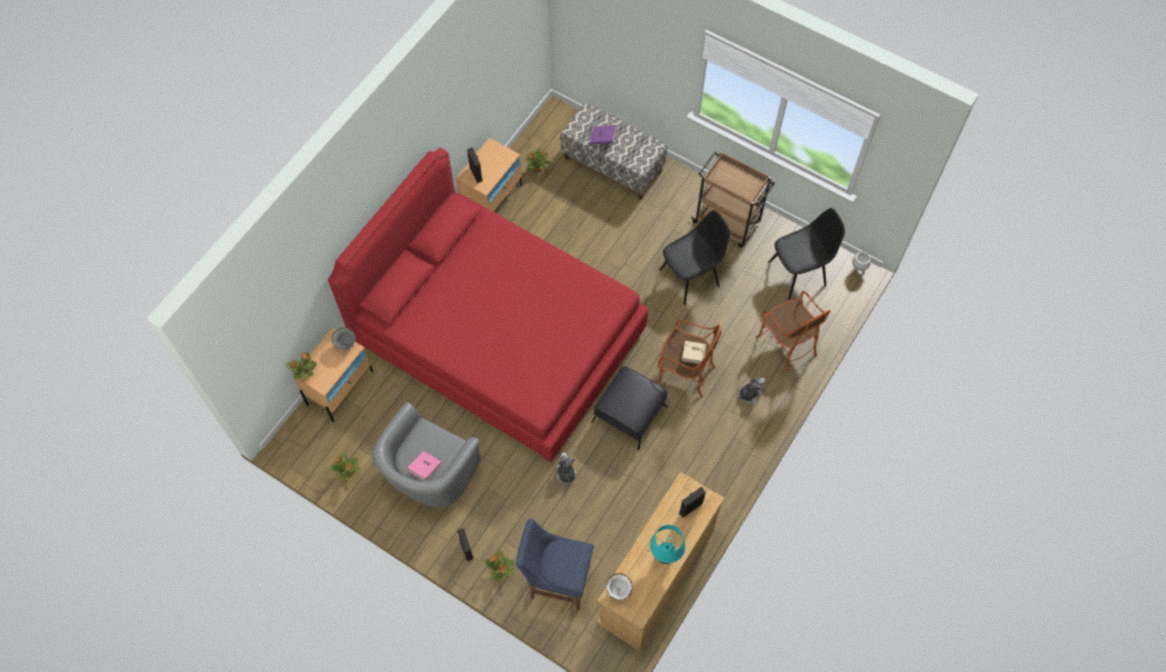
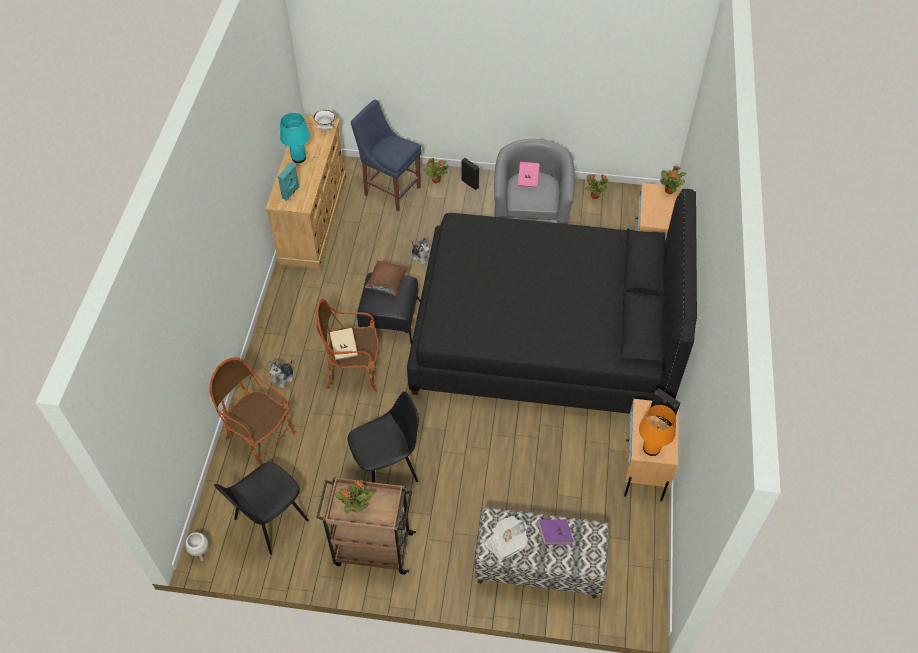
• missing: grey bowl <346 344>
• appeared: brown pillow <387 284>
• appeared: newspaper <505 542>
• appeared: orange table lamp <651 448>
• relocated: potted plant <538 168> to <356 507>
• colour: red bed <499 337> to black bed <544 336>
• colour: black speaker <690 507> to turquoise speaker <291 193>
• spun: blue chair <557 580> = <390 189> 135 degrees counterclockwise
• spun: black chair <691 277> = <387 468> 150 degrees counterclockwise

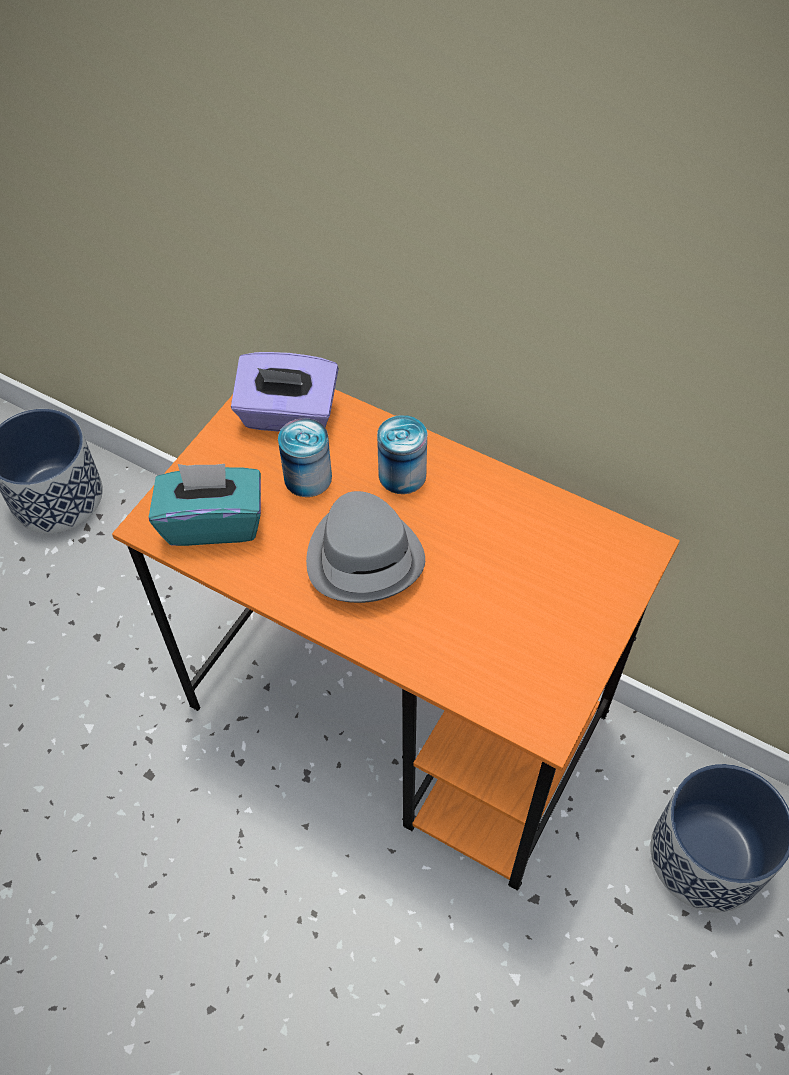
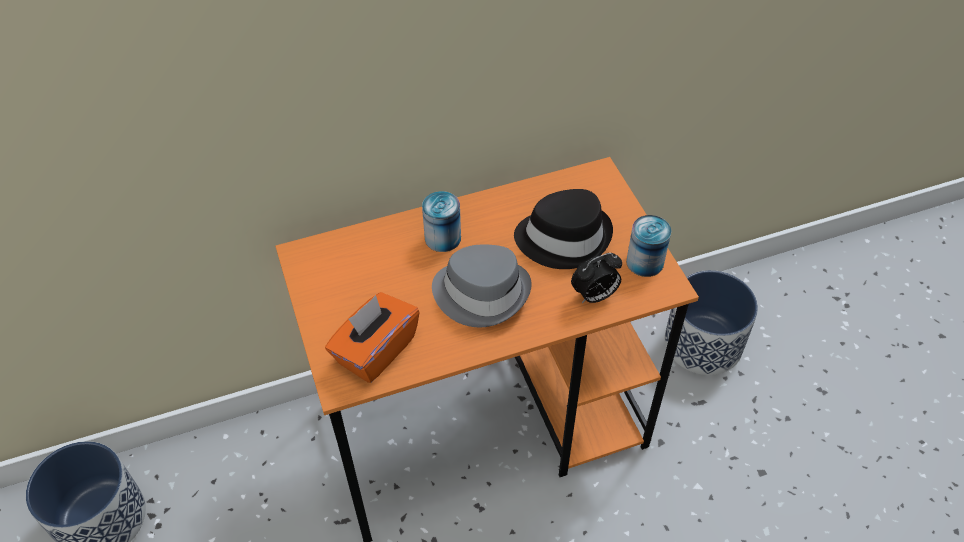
• missing: purple tissue box <288 415>
• appeared: black hat <563 237>
• appeared: alarm clock <594 296>
• relocated: can <308 477> to <645 262>
• colour: turquoise tissue box <213 522> to orange tissue box <375 350>

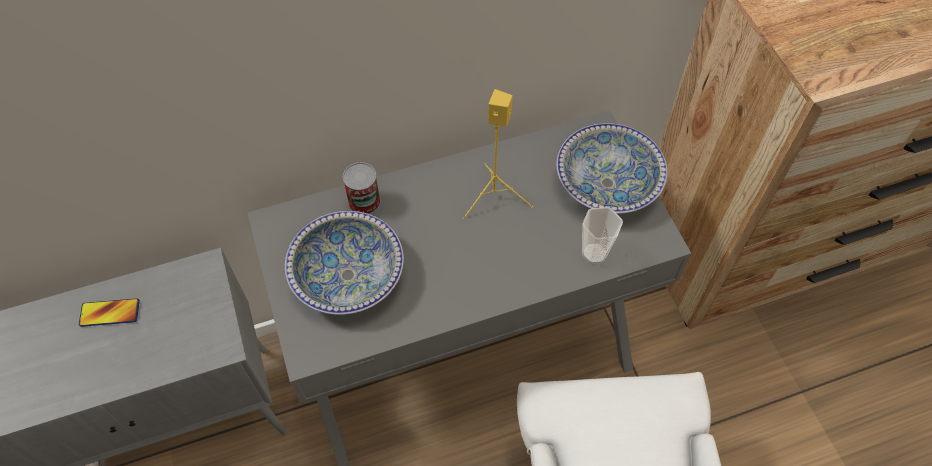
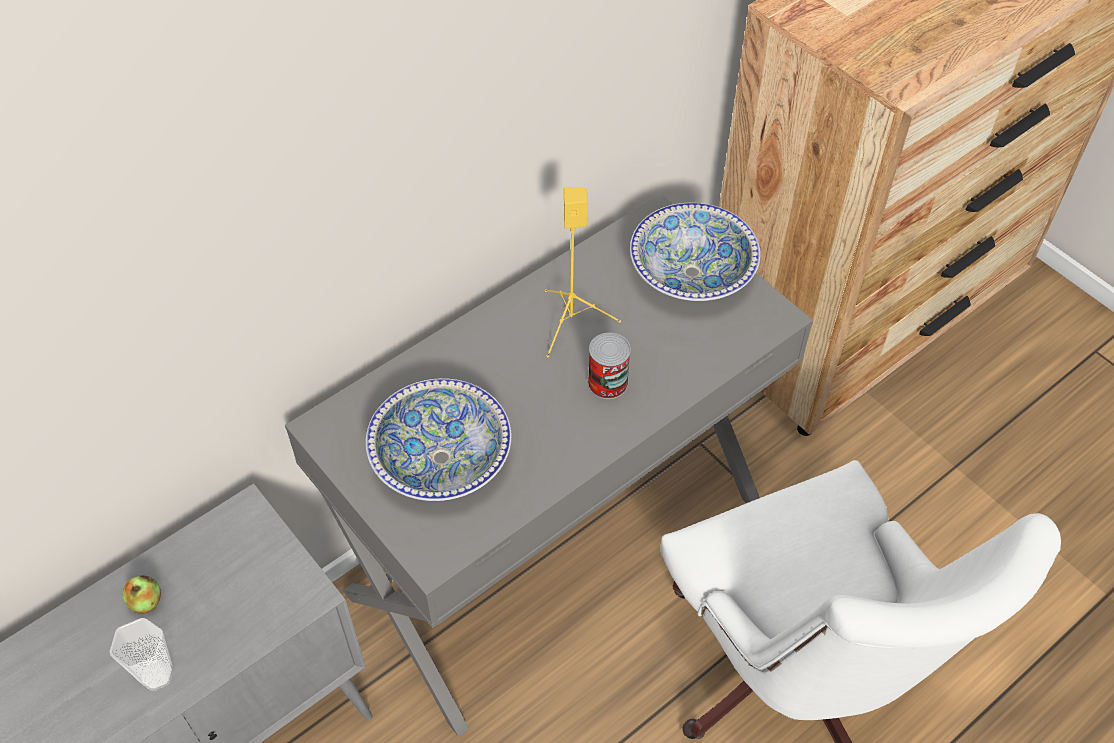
• relocated: can <364 201> to <607 382>
• relocated: cup <594 253> to <157 675>
• exchanged: phone <110 313> to apple <146 602>

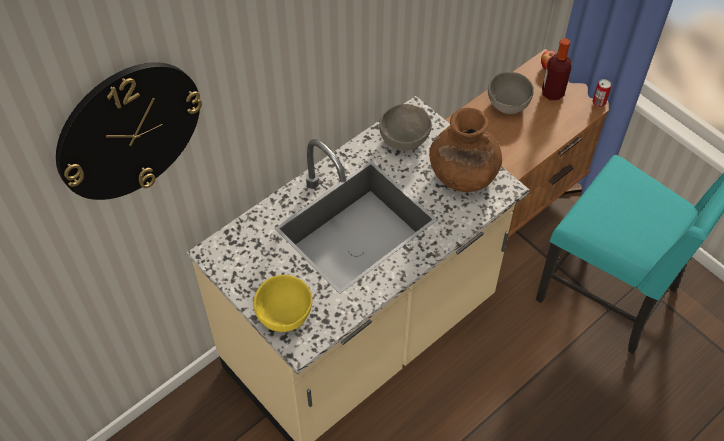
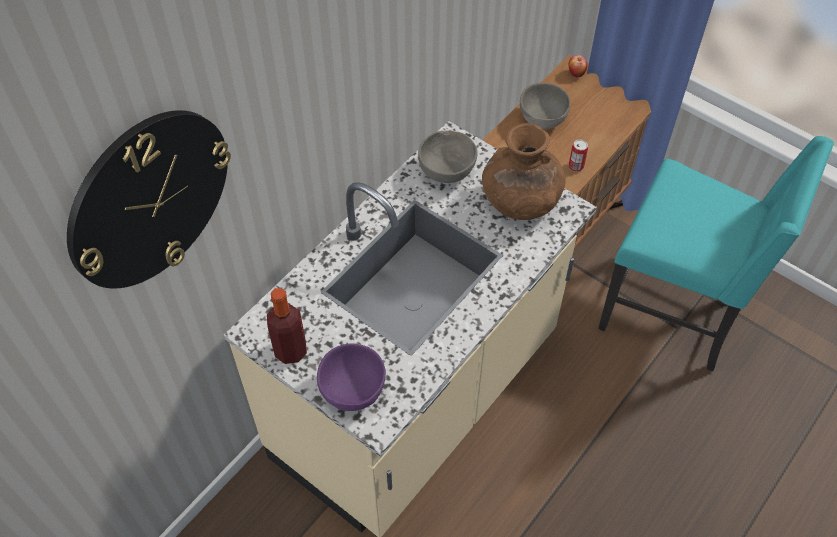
• relocated: bottle <552 93> to <290 350>
• relocated: can <599 102> to <576 166>
• colour: yellow bowl <283 315> to purple bowl <352 391>

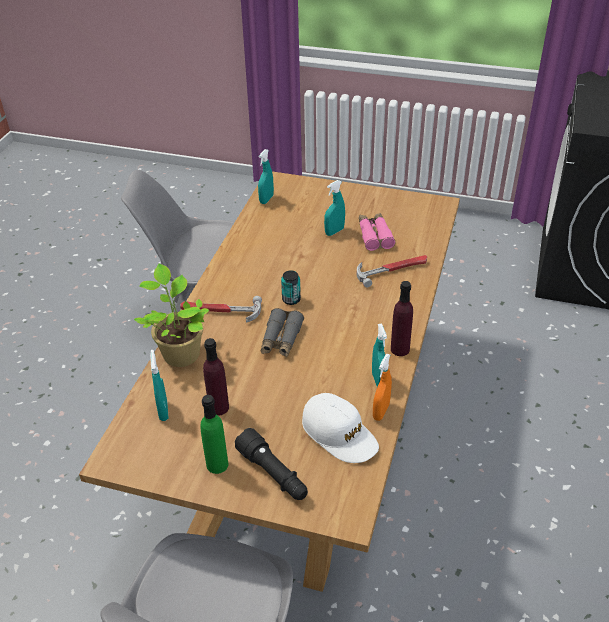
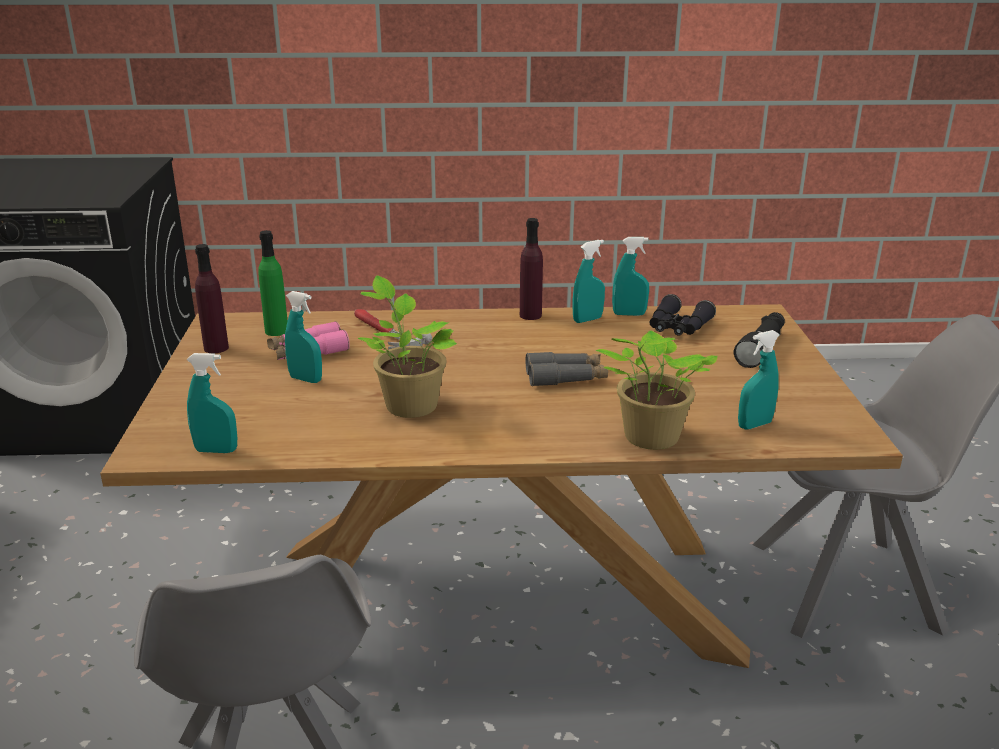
• missing: hammer <220 311>
• missing: can <291 299>
• appeared: potted plant <409 404>
• relocated: green bottle <217 464> to <276 331>
• relocated: purple bottle <218 407> to <216 348>
• exchanged: white cap <339 434> to black binoculars <678 327>
• colour: orange spray bottle <381 411> to turquoise spray bottle <629 314>

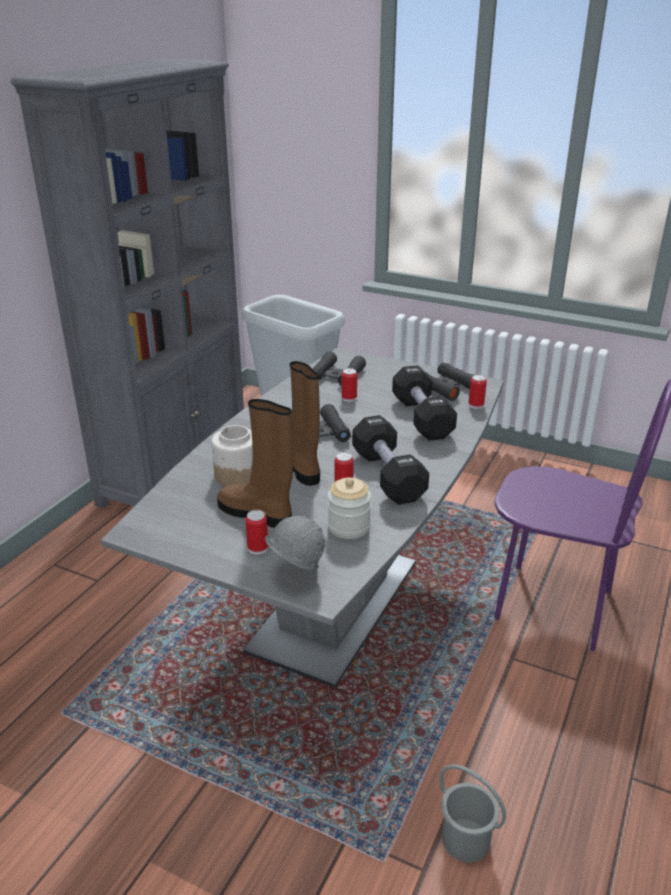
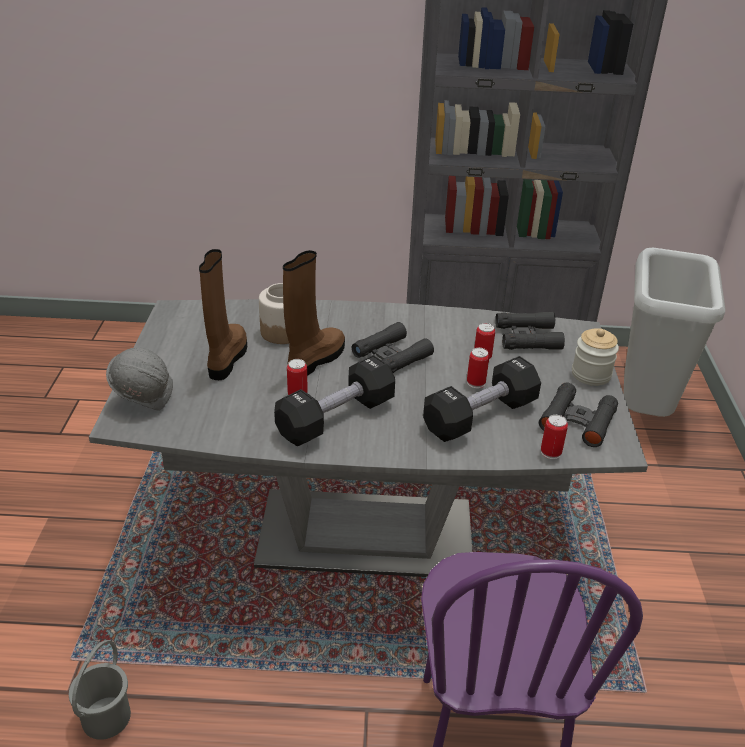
• relocated: can <257 548> to <476 383>
• relocated: jar <349 527> to <591 374>

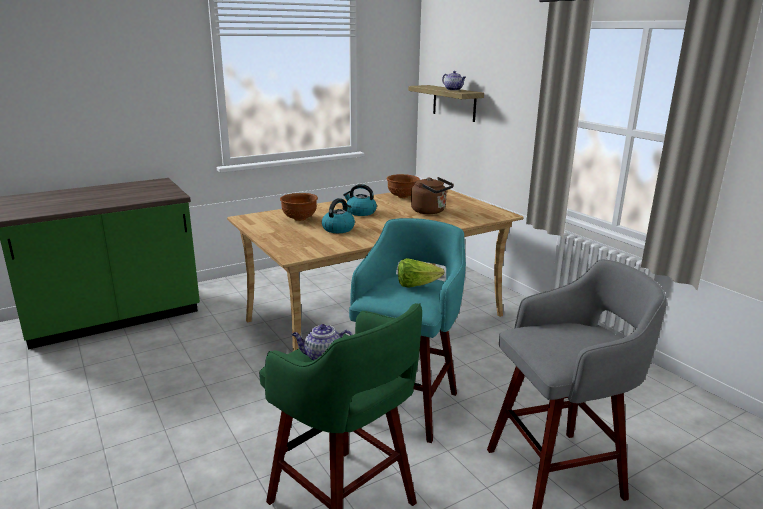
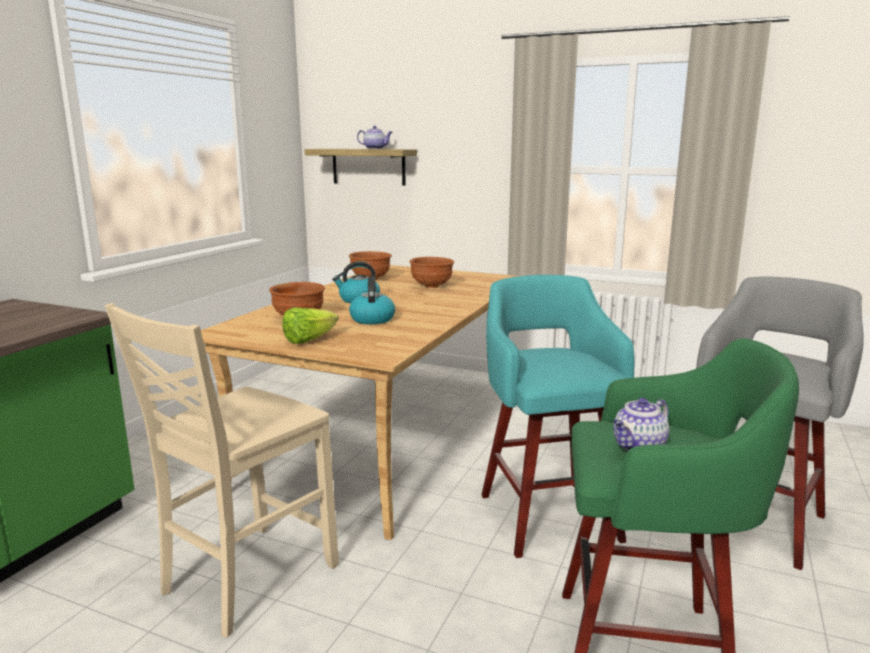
• appeared: beige chair <245 579>
• relocated: lettuce <416 285> to <309 340>
• exchanged: brown kettle <430 211> to brown bowl <432 286>

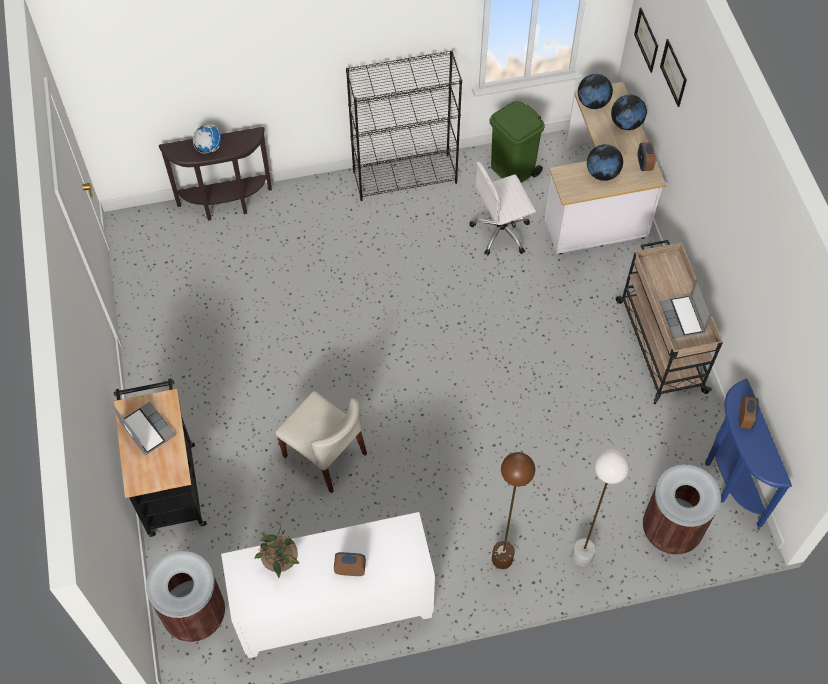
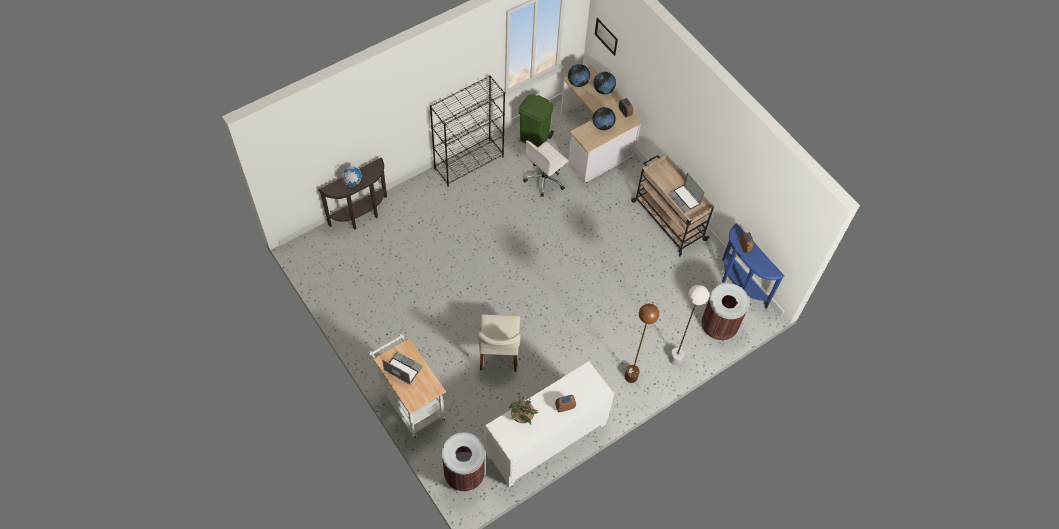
• missing: picture <673 72>
• colour: black cart <170 483> to white cart <411 402>
• spun: beige chair <325 455> = <499 352> 75 degrees clockwise

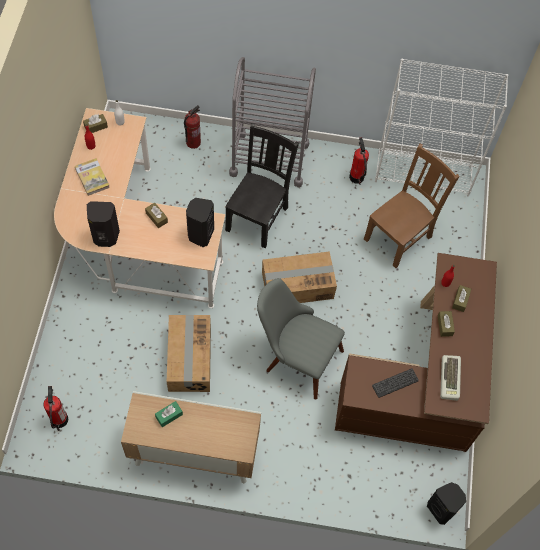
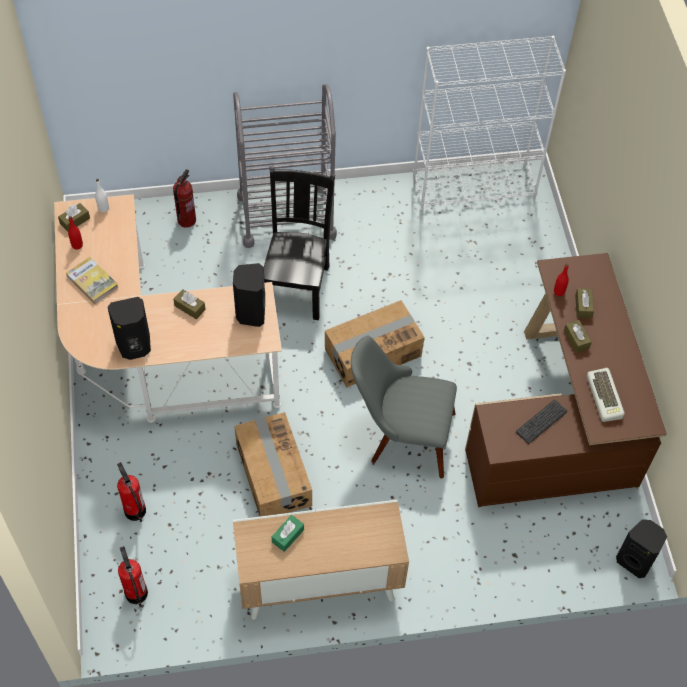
• missing: brown chair <399 237>
• relocated: fire extinguisher <356 177> to <135 511>

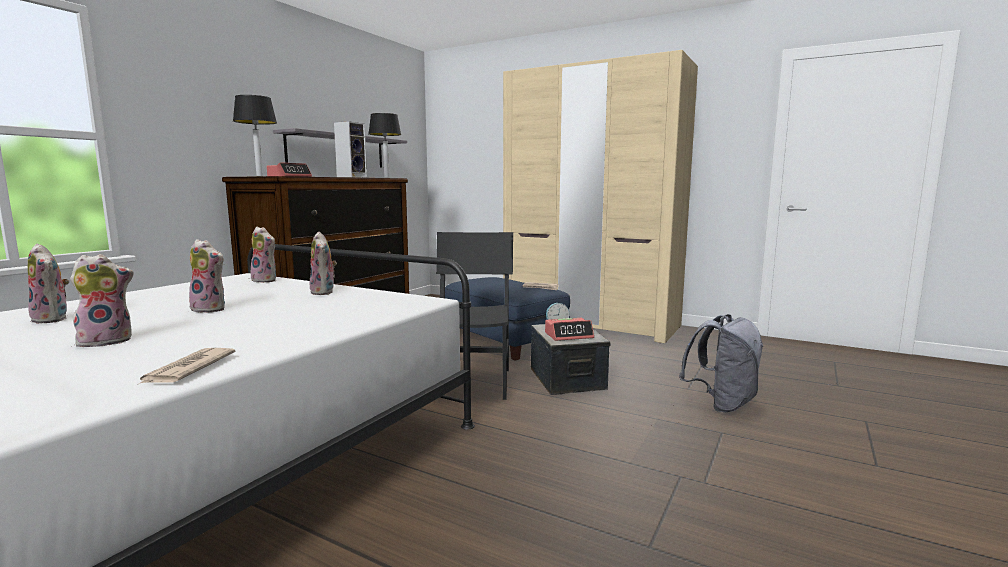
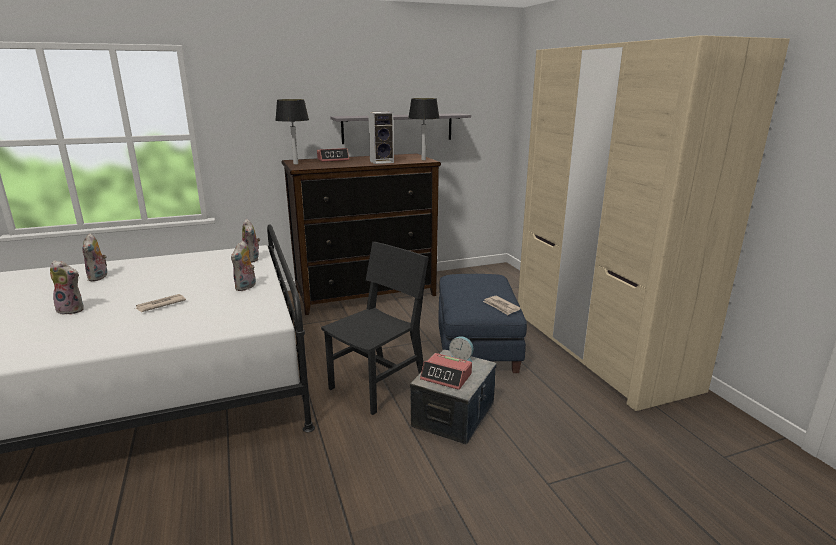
• missing: plush toy <211 309>
• missing: grey backpack <722 404>
• relocated: newspaper <187 369> to <160 305>

